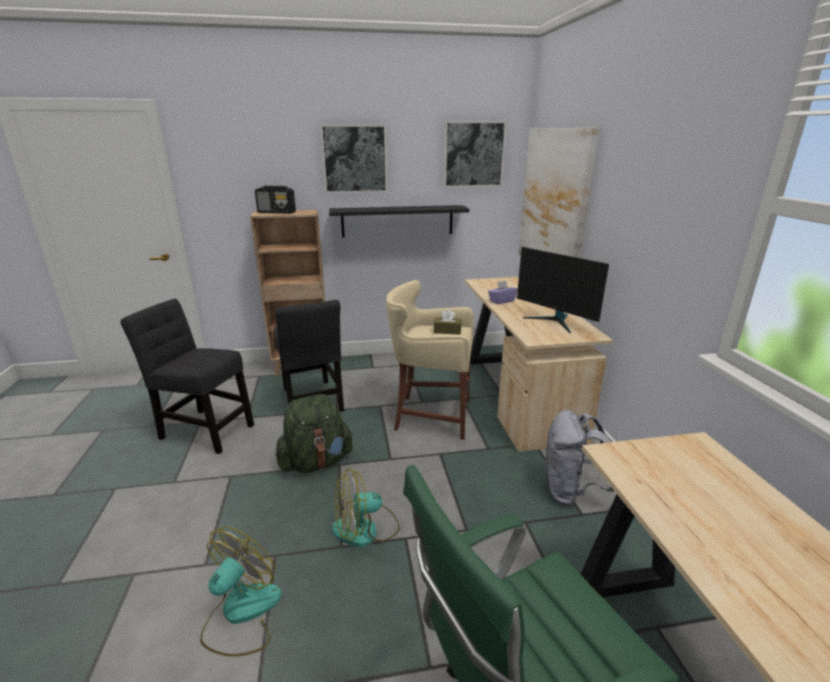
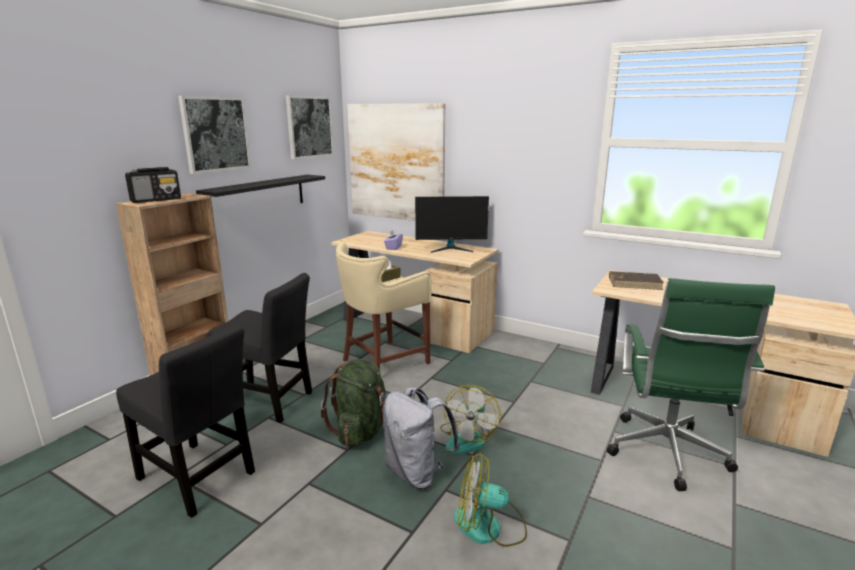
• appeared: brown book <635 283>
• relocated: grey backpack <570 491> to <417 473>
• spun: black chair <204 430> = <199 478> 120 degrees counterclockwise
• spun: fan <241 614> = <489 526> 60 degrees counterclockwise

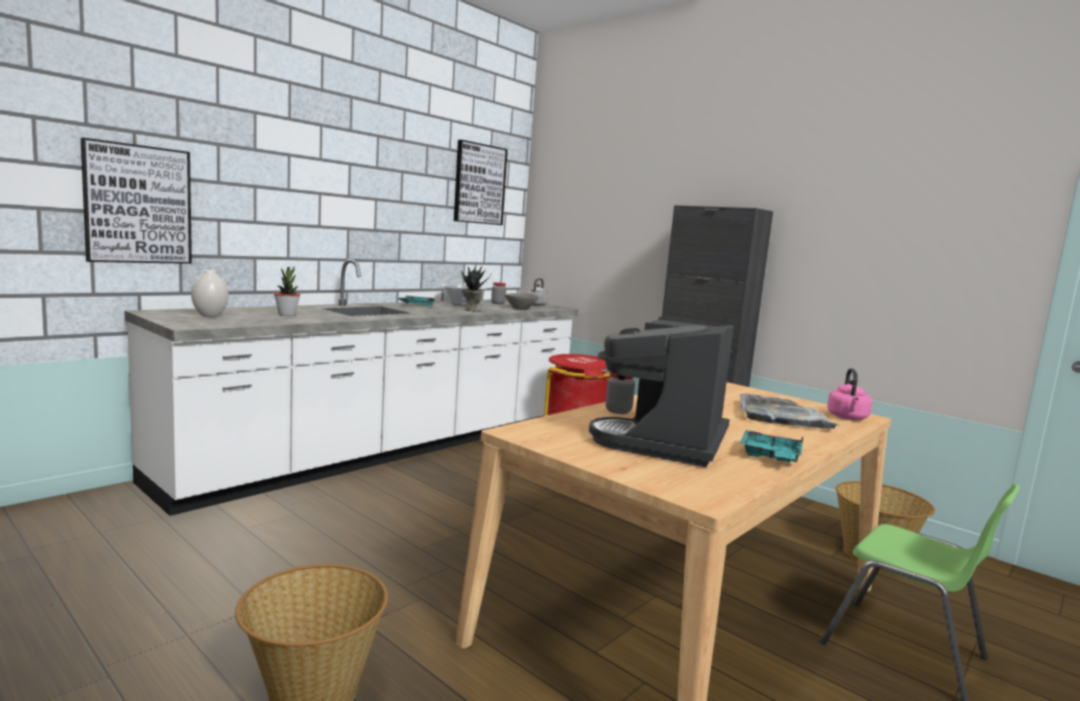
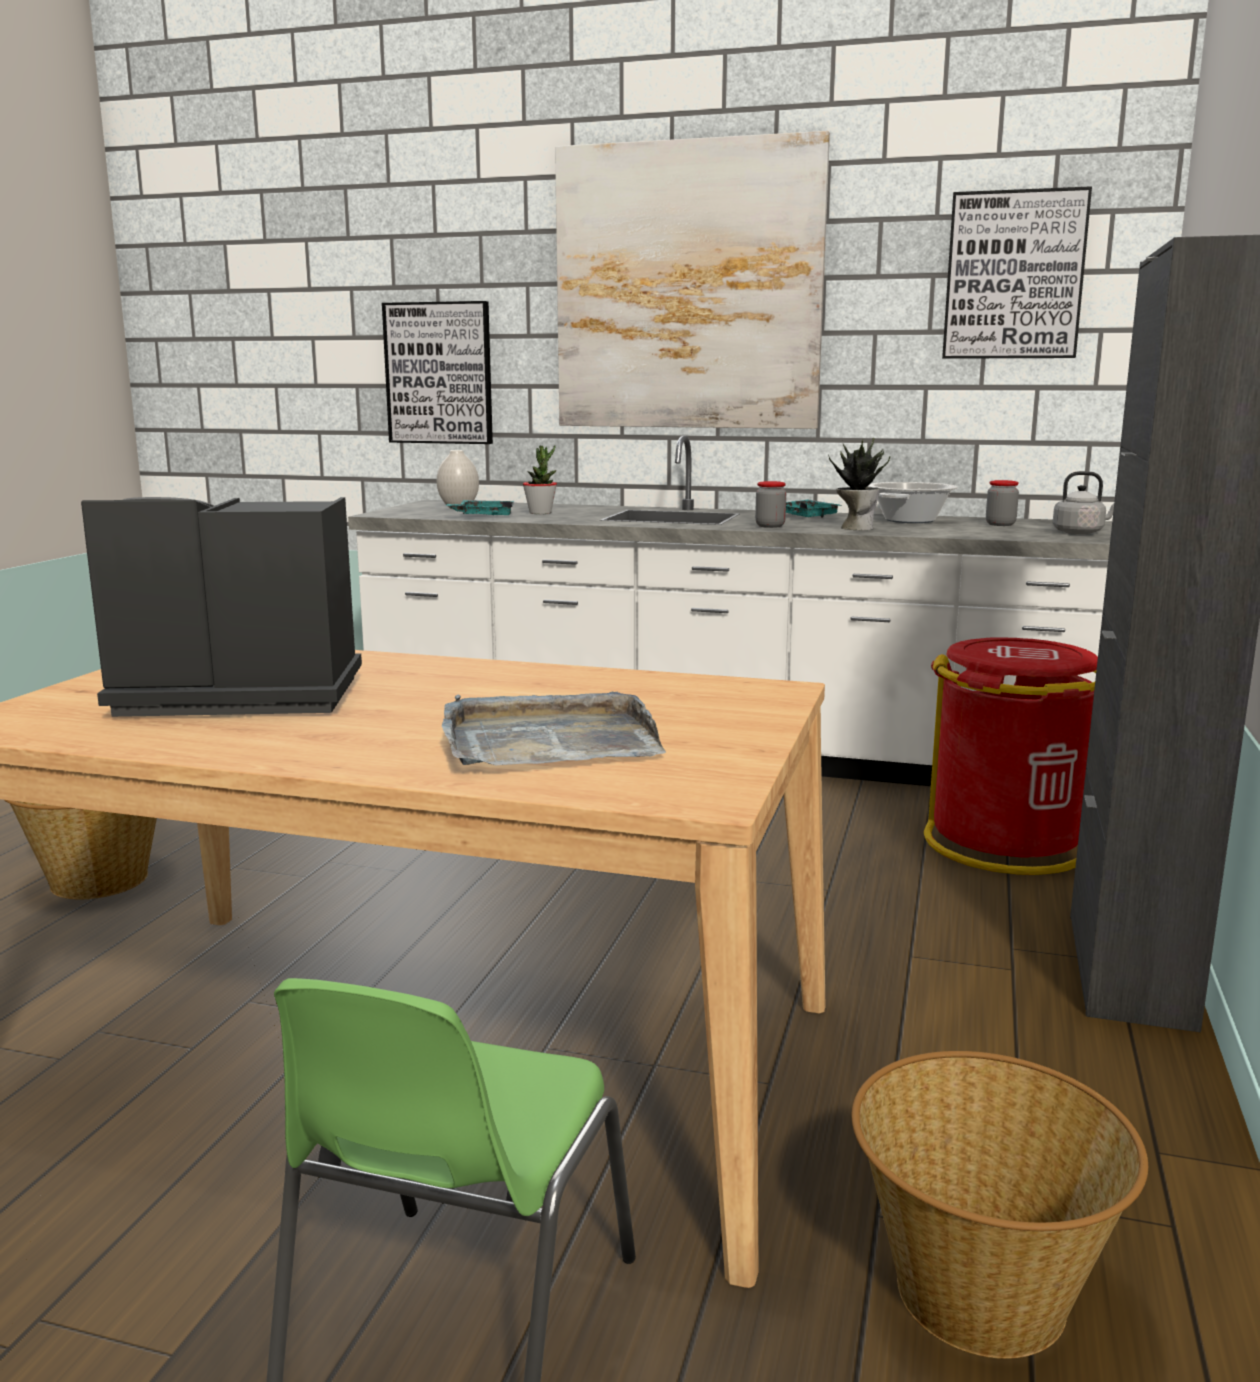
• missing: grey bowl <520 309>
• missing: pink kettle <847 418>
• appeared: picture <688 288>
• relocated: jar <618 411> to <770 526>
• relocated: turquoise tray <770 457> to <484 516>

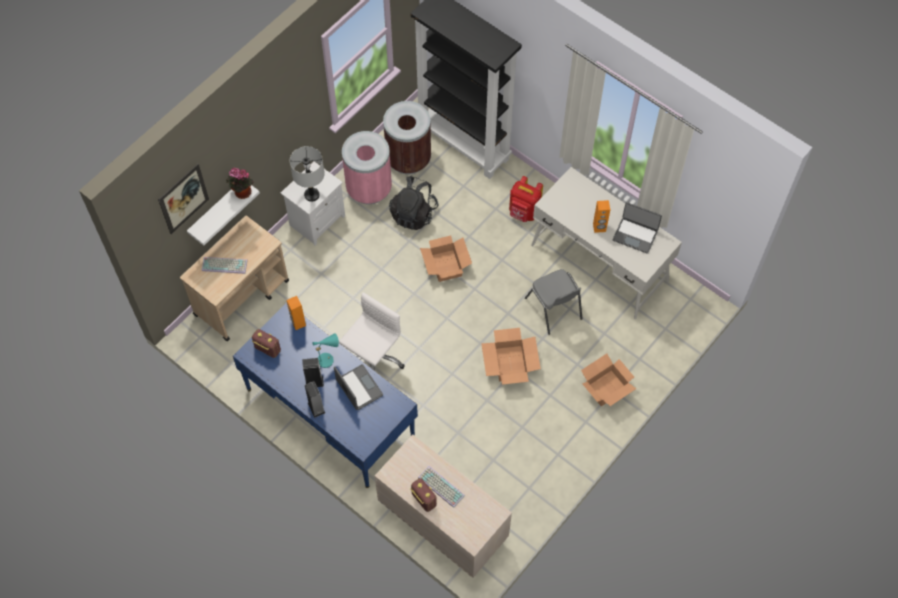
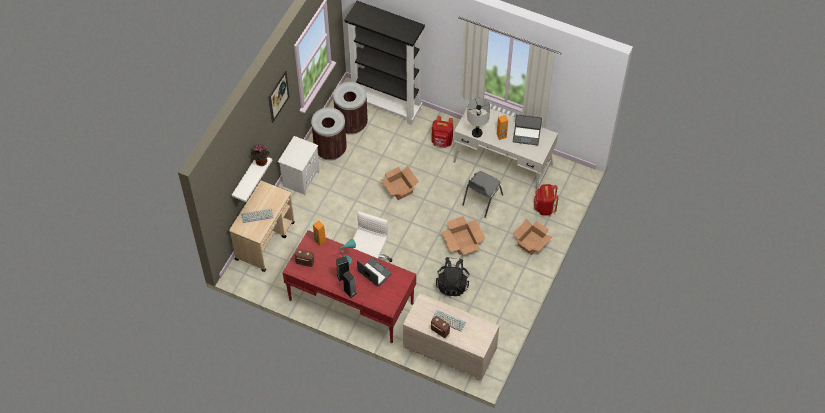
• appeared: red backpack <544 208>
• relocated: picture <183 198> to <278 96>
• relocated: grey table lamp <312 195> to <477 133>
• relocated: black backpack <414 213> to <452 284>
• colour: blue desk <330 413> to red desk <351 301>
• colour: pink trash can <369 189> to brown trash can <330 149>
• spun: grey chair <554 309> = <481 200> 75 degrees clockwise

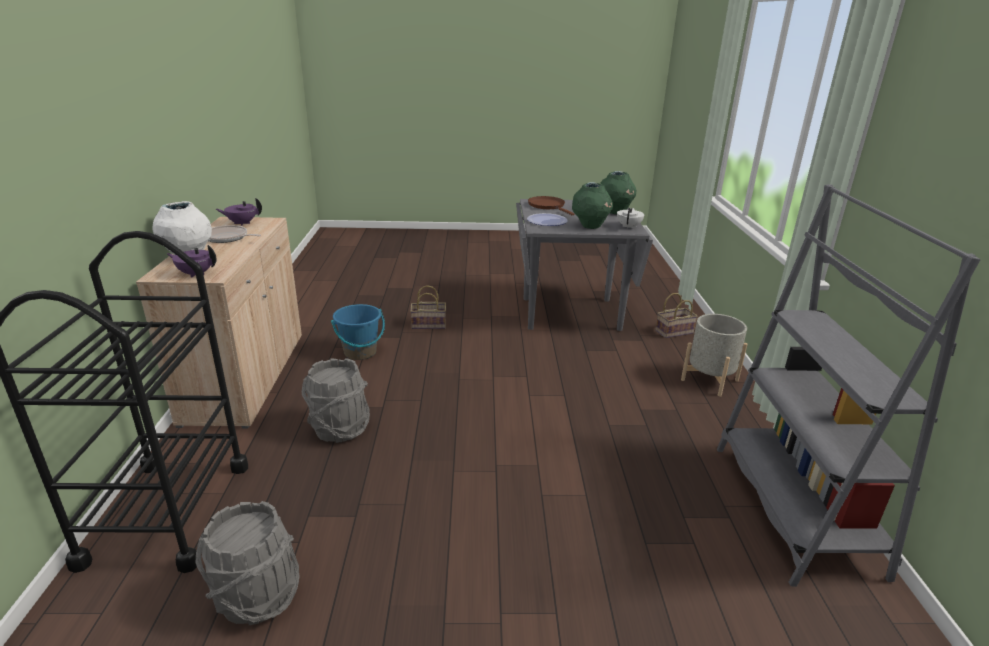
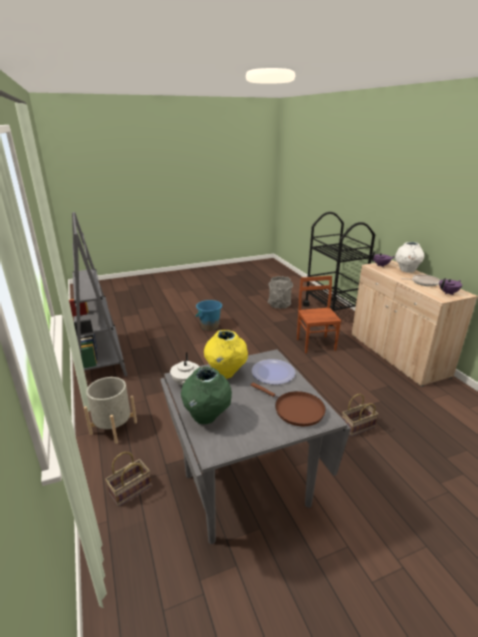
• relocated: blue bucket <360 352> to <209 326>
• exchanged: grey bucket <339 428> to brown chair <316 344>
• colour: green vase <590 226> to yellow vase <226 373>

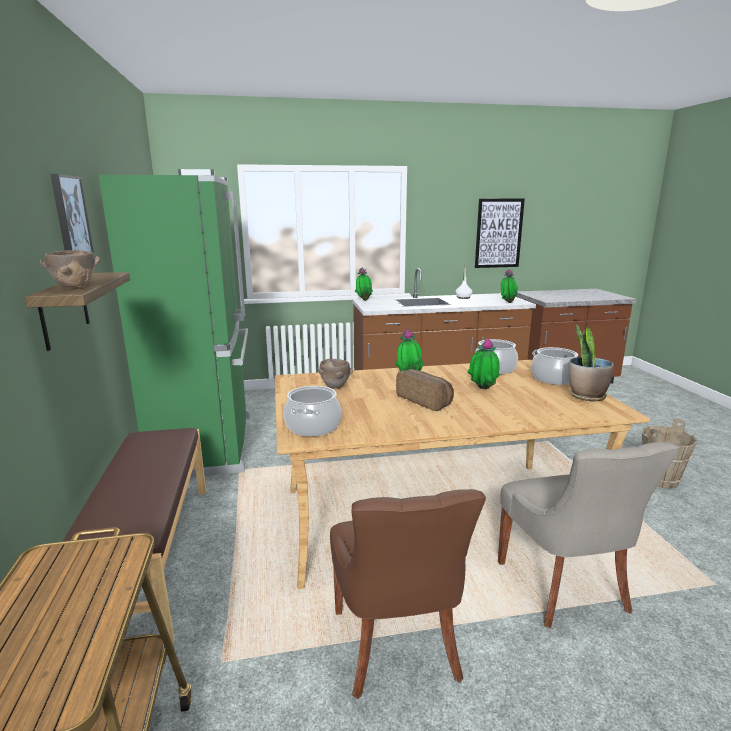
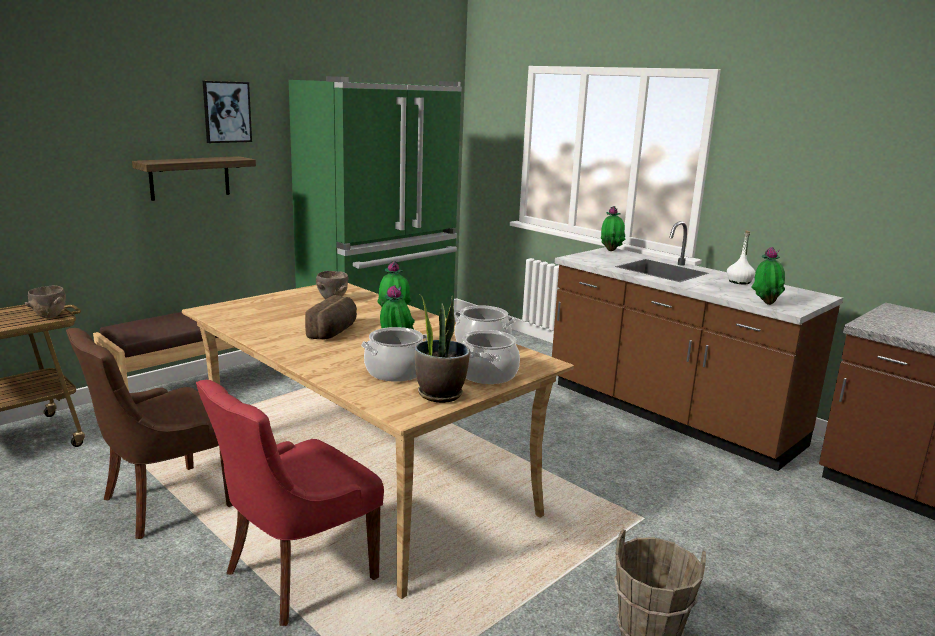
• missing: picture <498 233>
• relocated: brown bowl <73 288> to <49 316>
• relocated: cooking pot <313 426> to <395 372>
• colour: grey chair <564 588> to red chair <297 575>

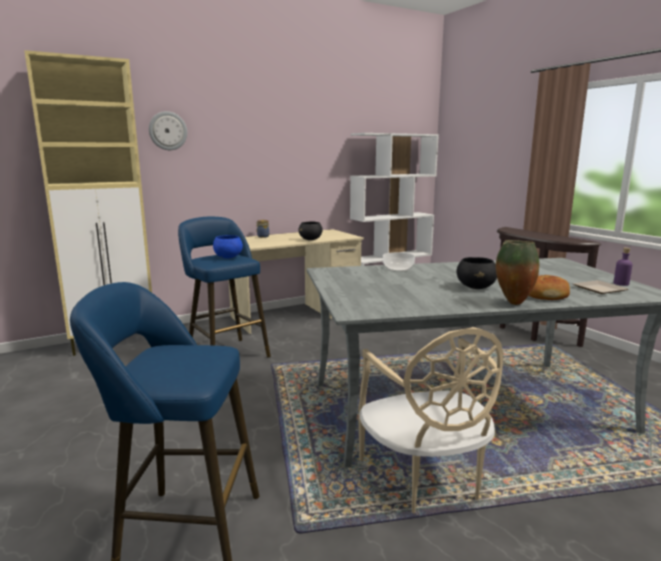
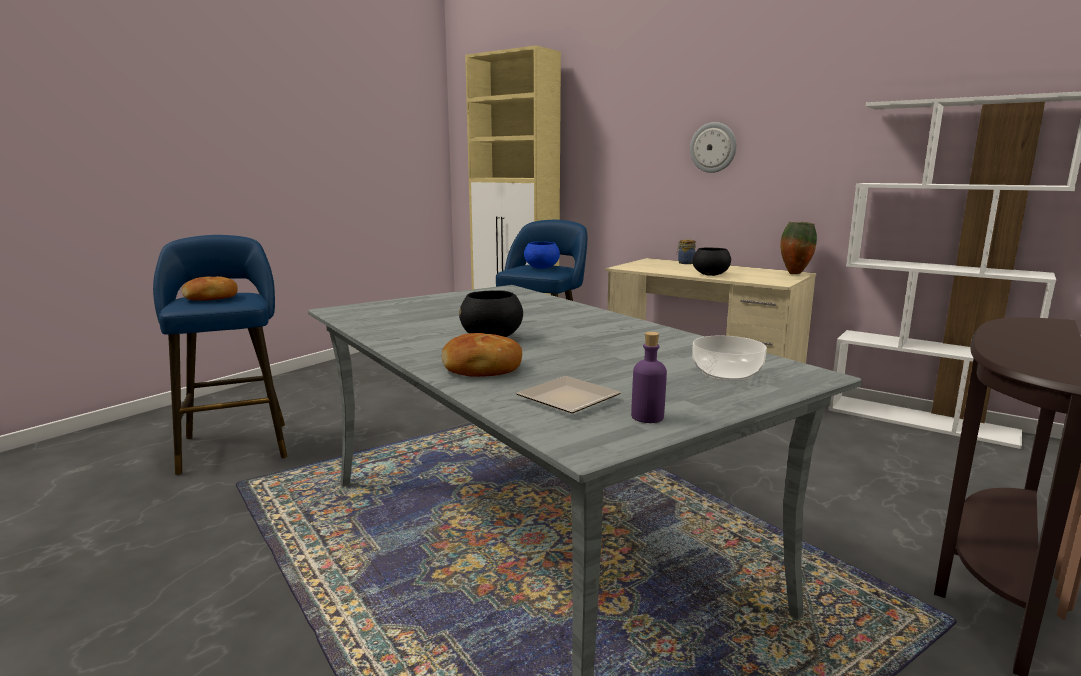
• missing: beige chair <425 478>
• appeared: bread <211 298>
• relocated: wall clock <168 131> to <713 147>
• relocated: bowl <398 268> to <726 373>
• relocated: vase <512 303> to <794 274>

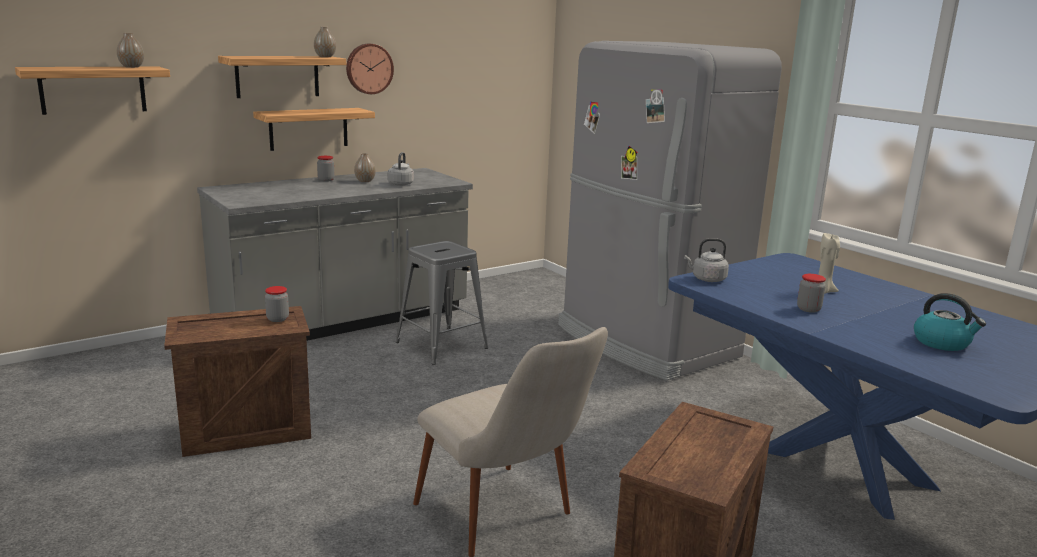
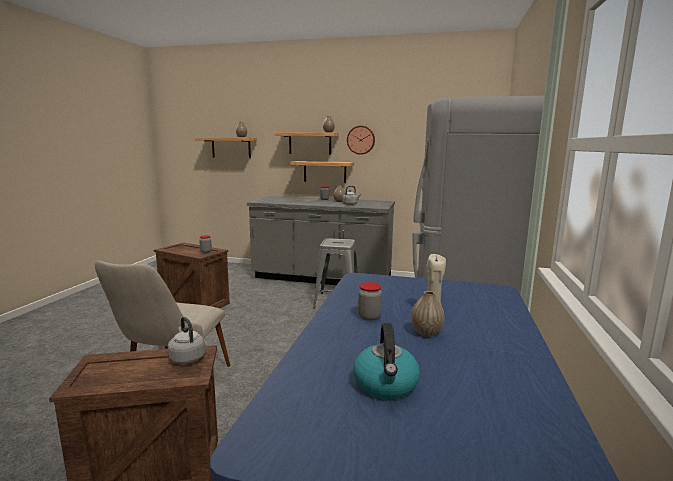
• appeared: vase <426 333>
• relocated: grey kettle <707 279> to <186 357>

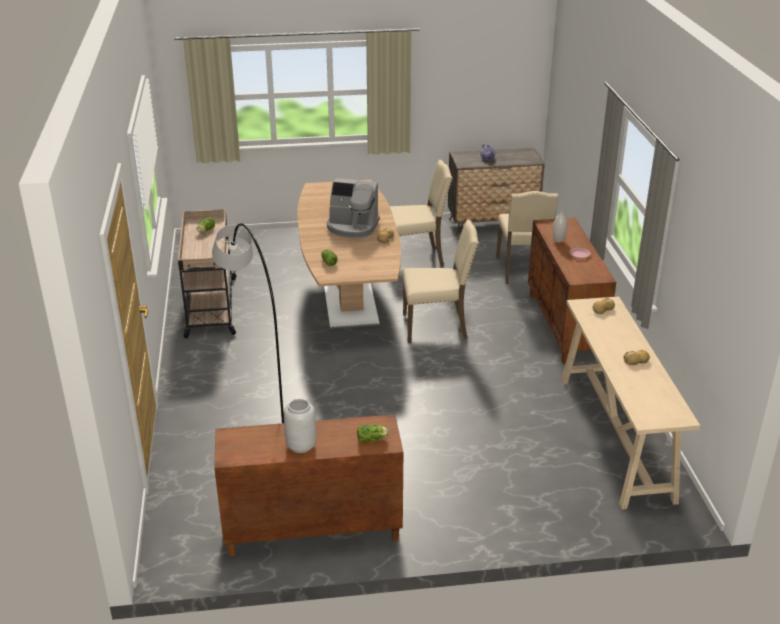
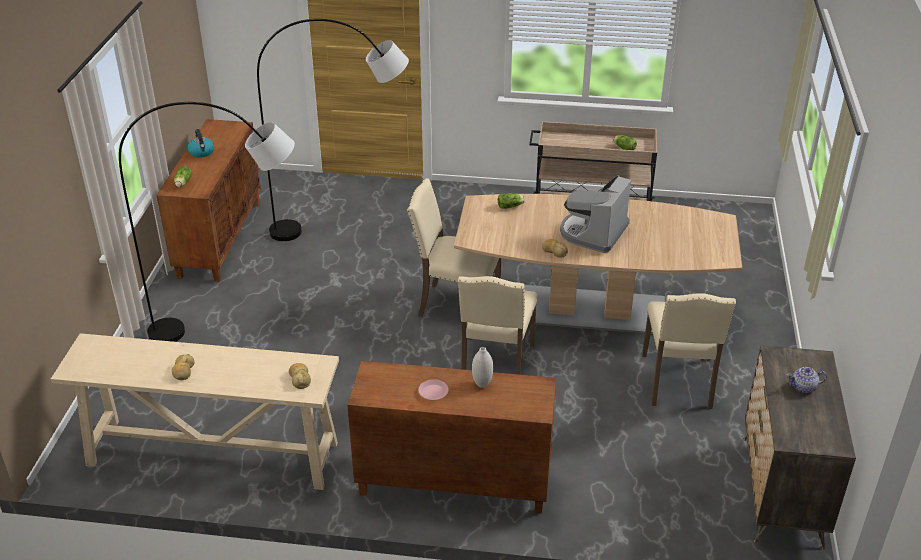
• appeared: grey floor lamp <235 325>
• relocated: beige chair <523 271> to <456 305>
• exchanged: grey vase <300 446> to kettle <202 152>

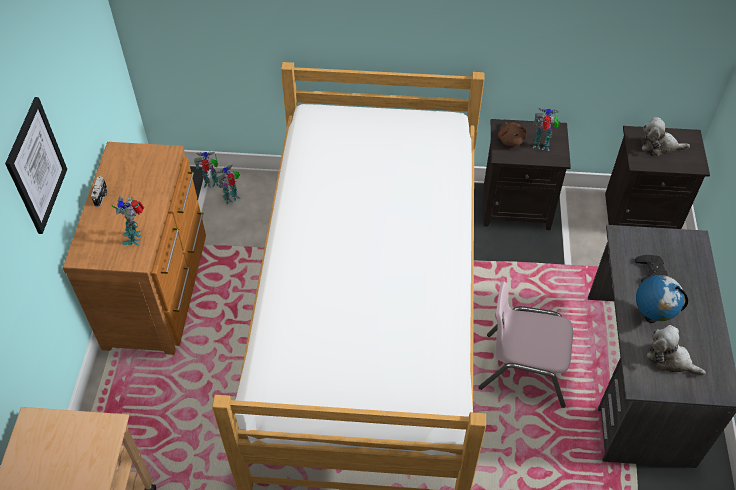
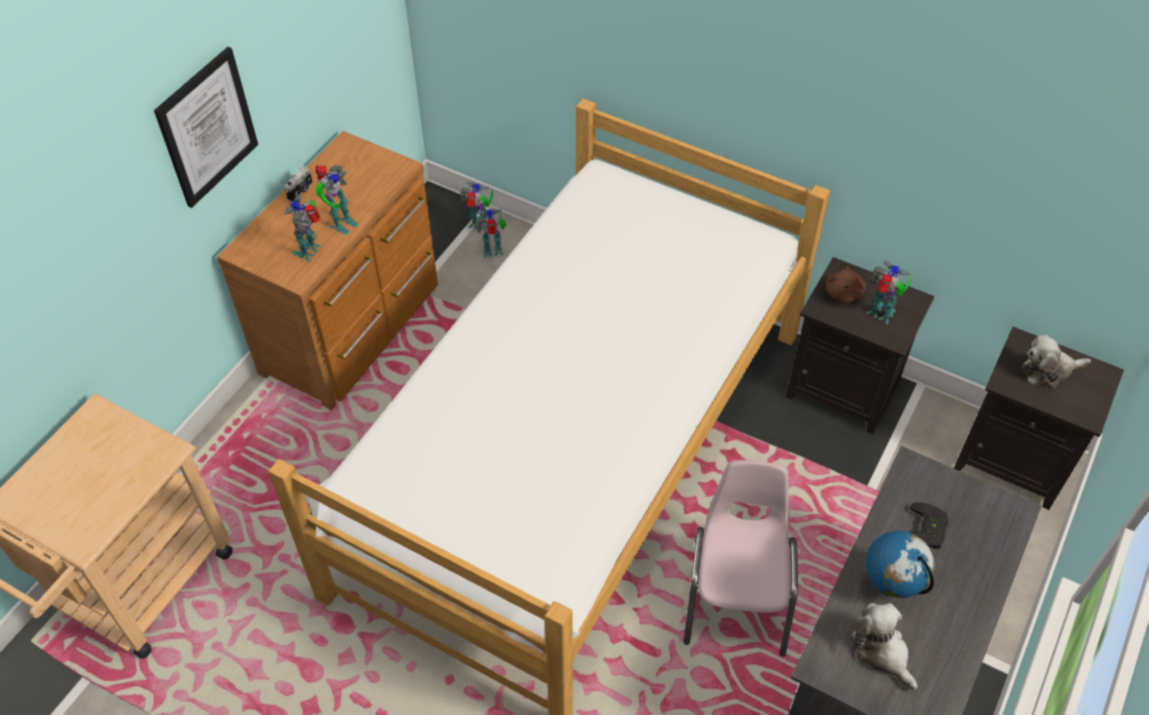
• appeared: toy robot <340 223>
• spun: pink chair <524 368> = <737 595> 60 degrees clockwise
• spun: plush toy <659 146> = <1048 371> 45 degrees counterclockwise

